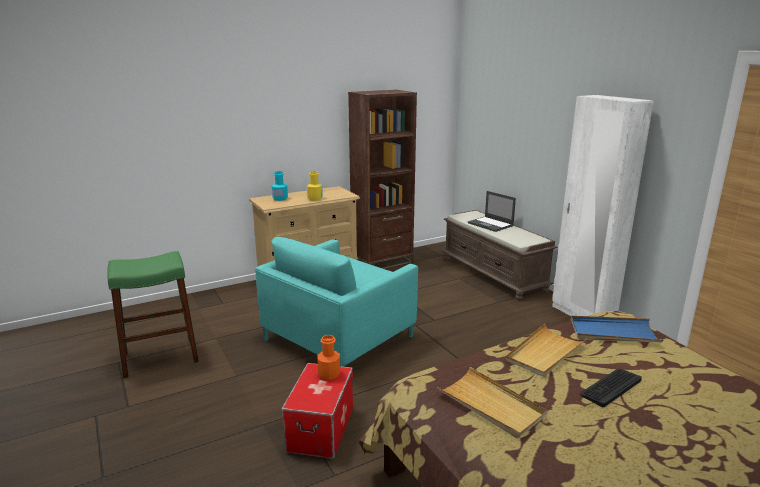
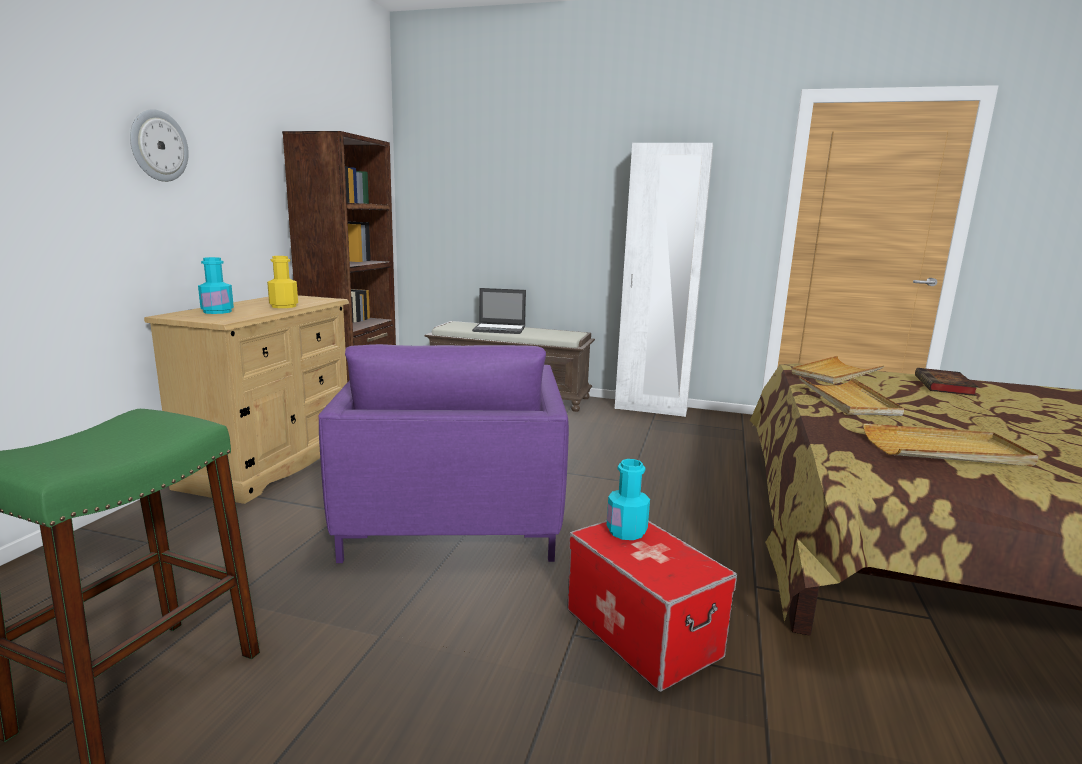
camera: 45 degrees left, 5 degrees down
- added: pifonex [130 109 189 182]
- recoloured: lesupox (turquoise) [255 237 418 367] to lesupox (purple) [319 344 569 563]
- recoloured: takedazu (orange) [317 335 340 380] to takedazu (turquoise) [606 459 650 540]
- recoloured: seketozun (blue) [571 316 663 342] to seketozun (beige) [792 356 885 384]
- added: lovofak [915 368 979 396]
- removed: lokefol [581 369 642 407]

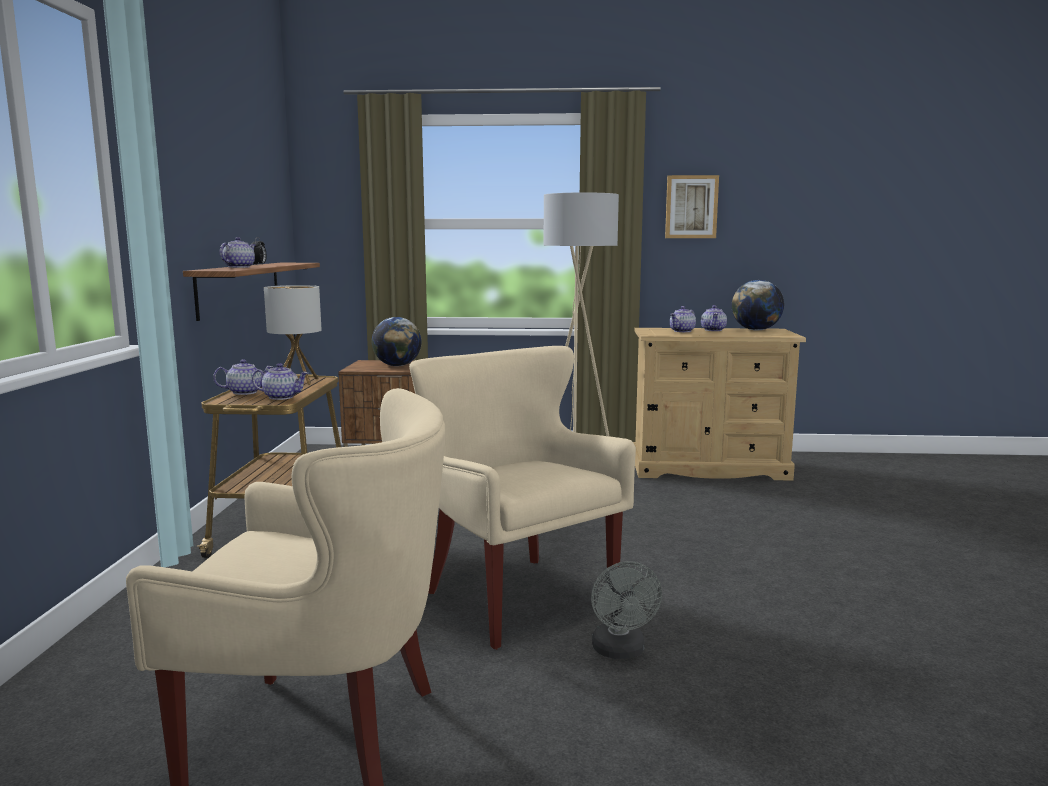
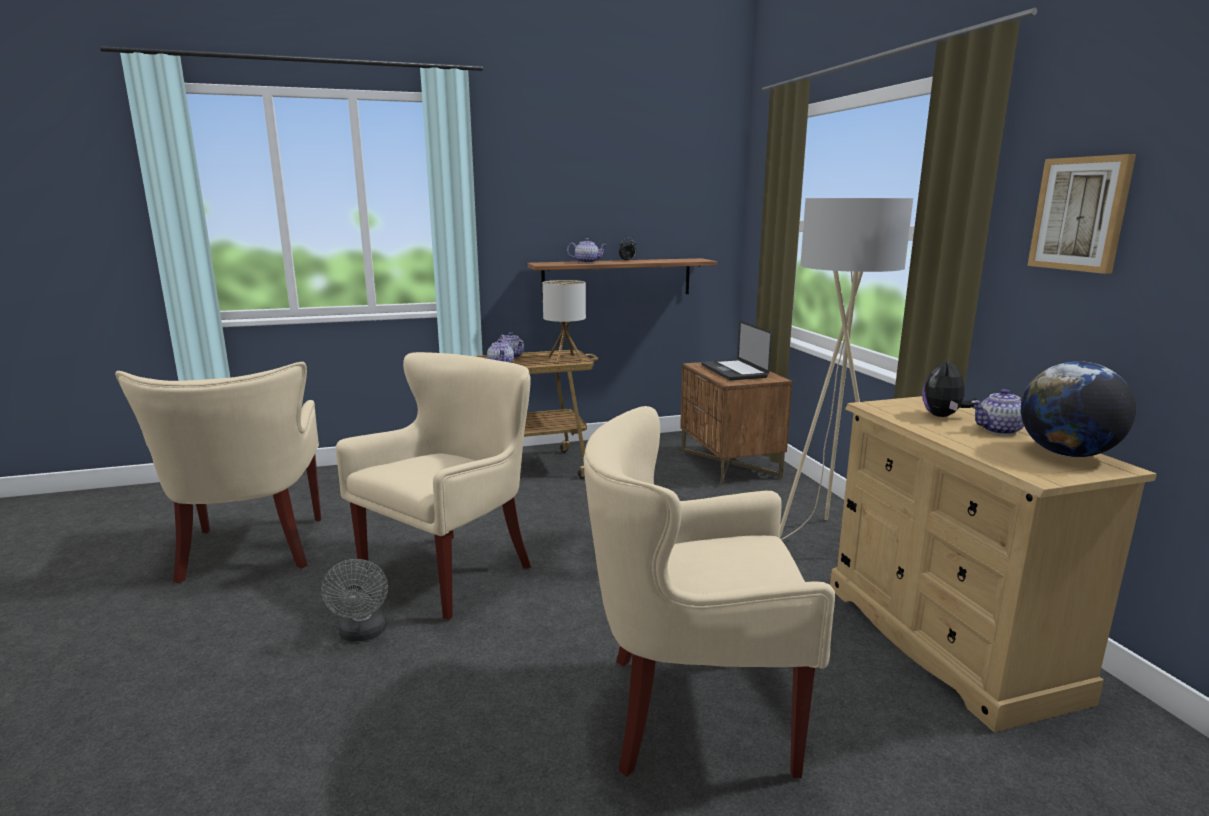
camera: 70 degrees right, 5 degrees up
- turned: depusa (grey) [591 561 662 659] = [321 559 388 642] 75 degrees counterclockwise
- added: lesupox (beige) [583 406 835 778]
- replaced: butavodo [372 317 421 366] to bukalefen [702 321 772 380]
- replaced: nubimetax [670 306 696 332] to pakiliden [922 357 977 417]

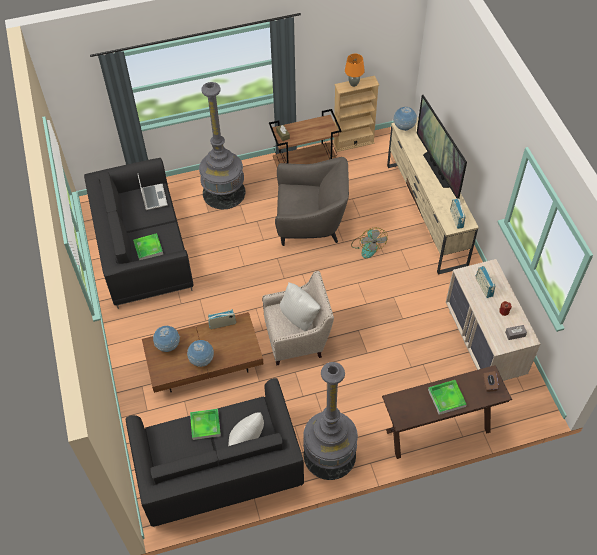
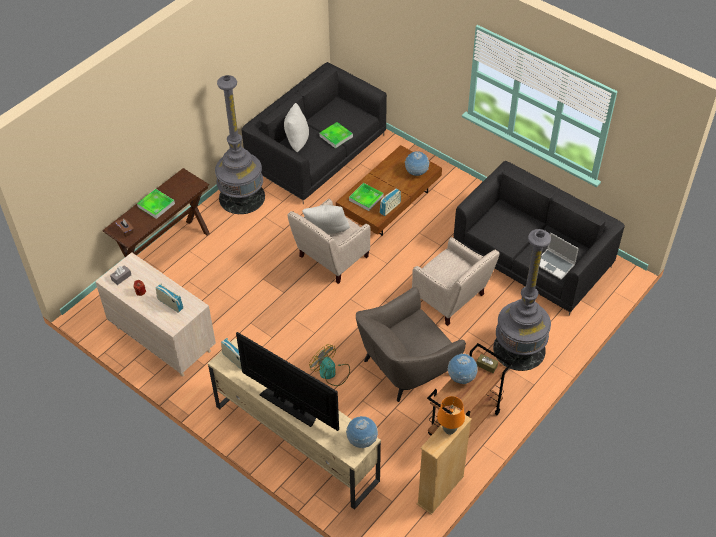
camera: 145 degrees right, 5 degrees down
- moved: seketozun [133 233 163 260] to [349 183 384 211]
- added: lesupox (beige) [412 237 500 326]
- moved: butavodo [187 340 214 367] to [447 354 478 384]

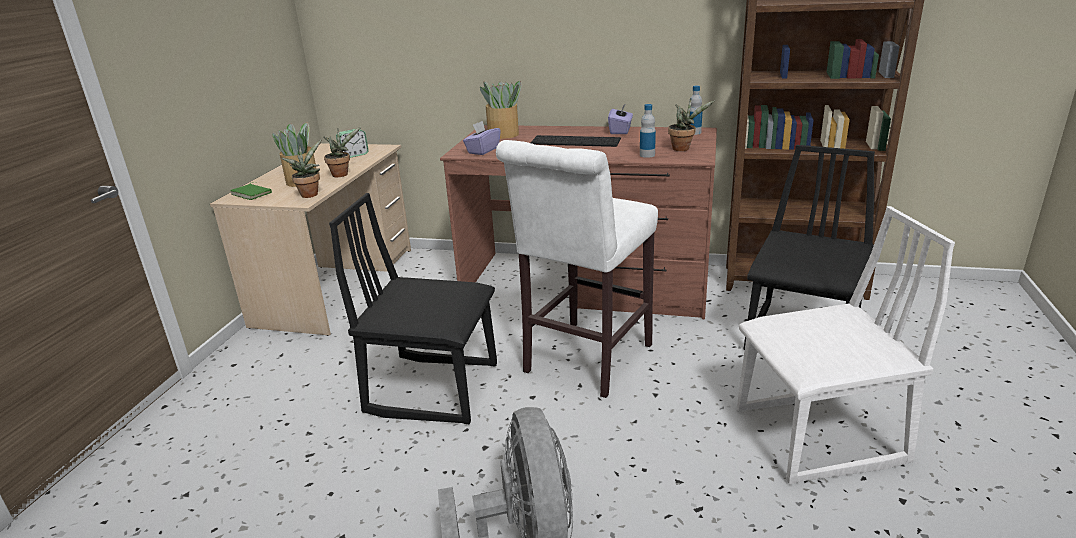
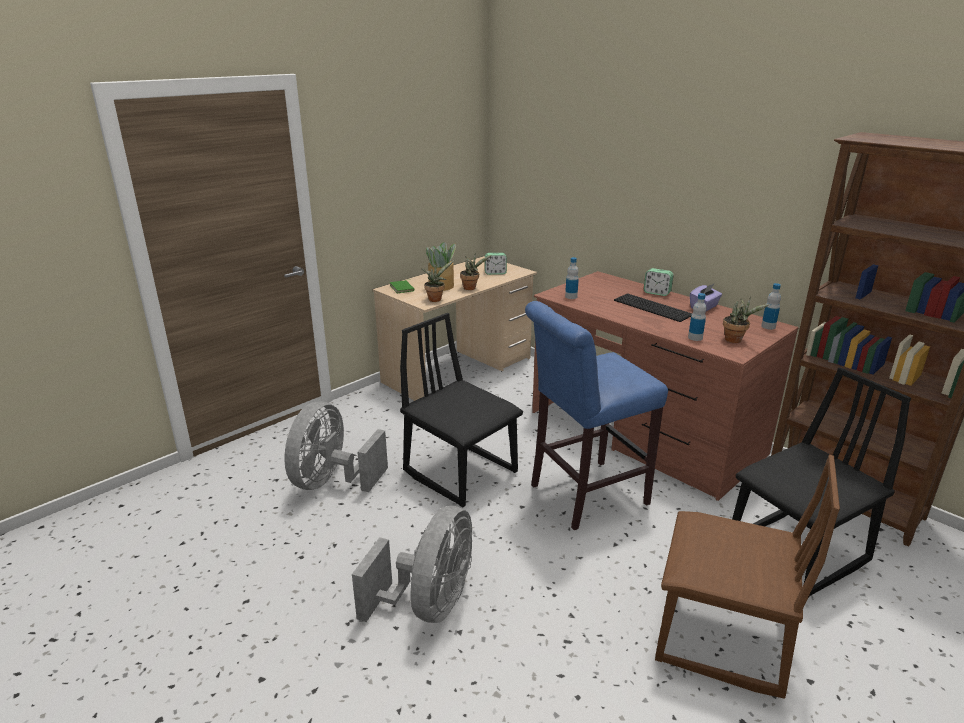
camera: 30 degrees right, 0 degrees up
- added: depusa (grey) [284 402 388 492]
- recoloured: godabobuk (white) [496 140 658 398] to godabobuk (blue) [525 301 668 530]
- replaced: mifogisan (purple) [463 121 501 155] to takedazu [565 257 579 299]
- added: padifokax [644 268 673 296]
- recoloured: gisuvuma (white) [737 206 955 484] to gisuvuma (brown) [655 455 840 699]
- removed: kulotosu [480 81 521 139]

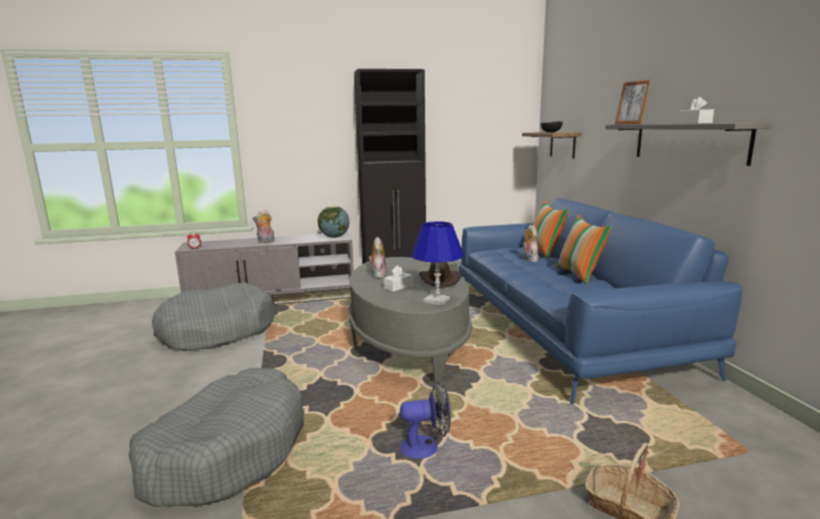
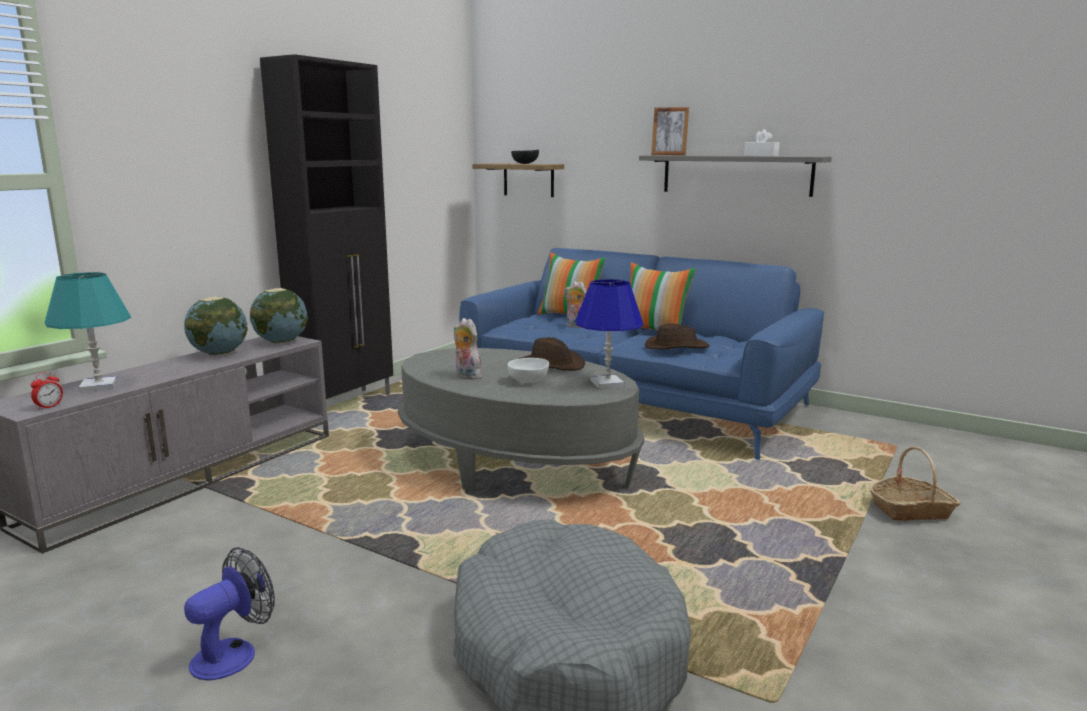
camera: 45 degrees left, 0 degrees up
- added: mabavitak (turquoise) [45 272 131 392]
- added: butavodo [184 296 248 356]
- moved: depusa [400 382 451 459] to [184 547 275 681]
- replaced: mifogisan (white) [384 265 413 292] to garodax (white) [508 358 549 383]
- added: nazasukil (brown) [645 324 710 349]
- removed: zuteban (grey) [152 283 275 351]
- removed: pakiliden [252 210 275 243]

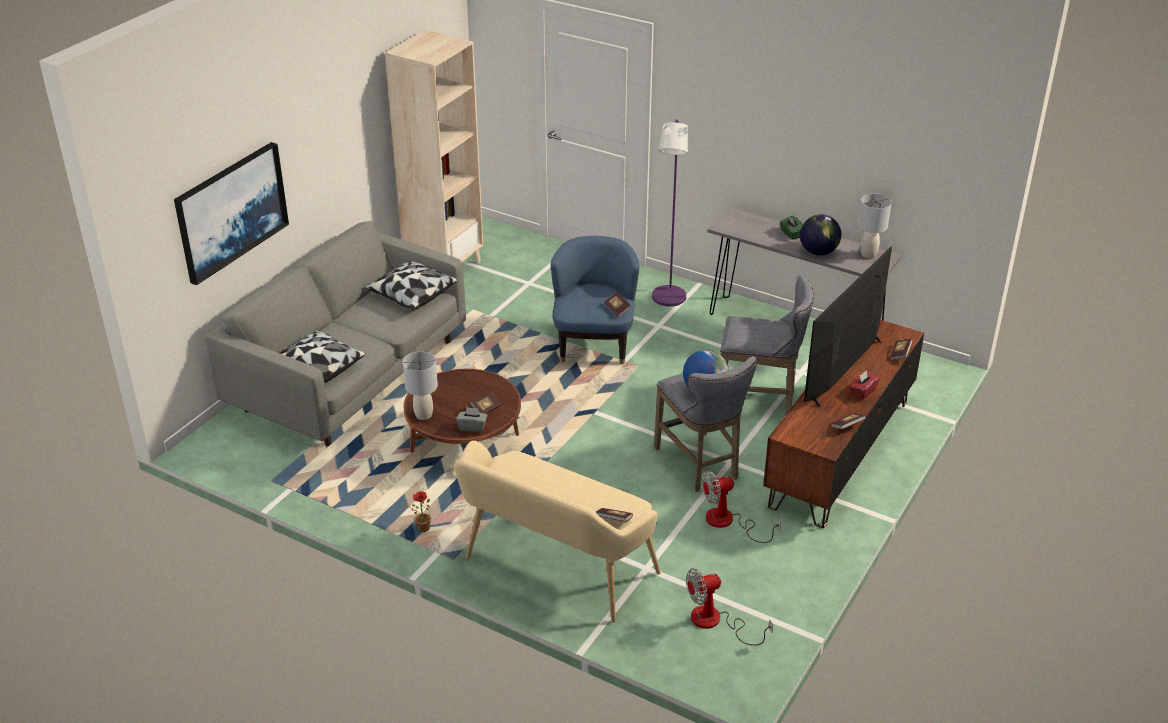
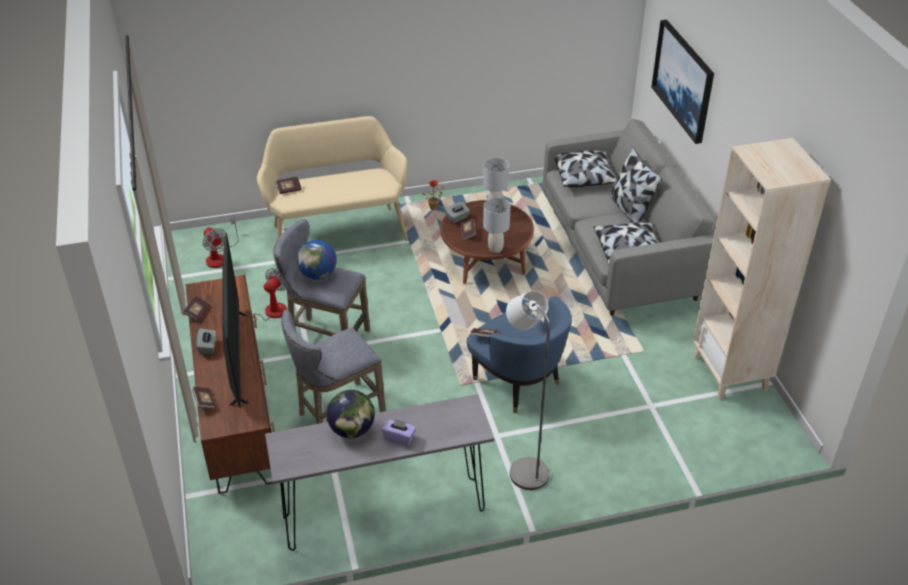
camera: 135 degrees right, 5 degrees up
- recoloured: mifogisan (red) [849 370 880 400] to mifogisan (grey) [196 328 216 355]
- turned: depusa [686 568 773 645] = [203 217 239 268] 120 degrees clockwise
- recoloured: mifogisan (green) [780 215 804 240] to mifogisan (purple) [382 418 416 446]
- moved: mabavitak (grey) [858 194 892 259] to [483 198 511 253]
- recoloured: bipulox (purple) [652 119 688 307] to bipulox (grey) [506 291 550 490]
- added: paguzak [609 147 662 223]

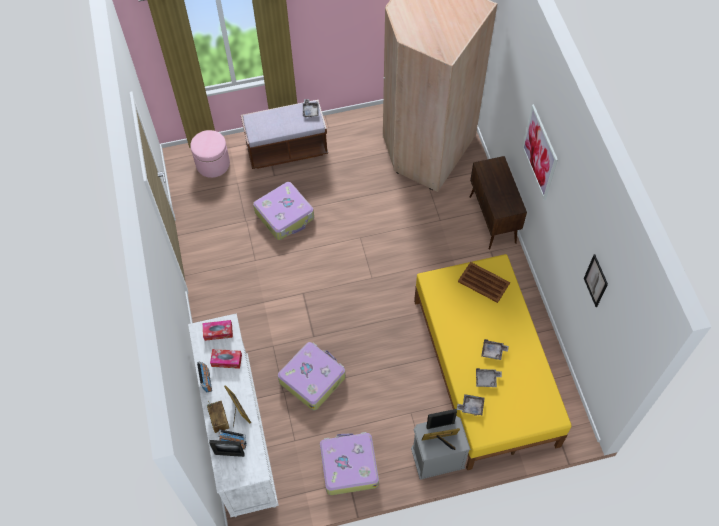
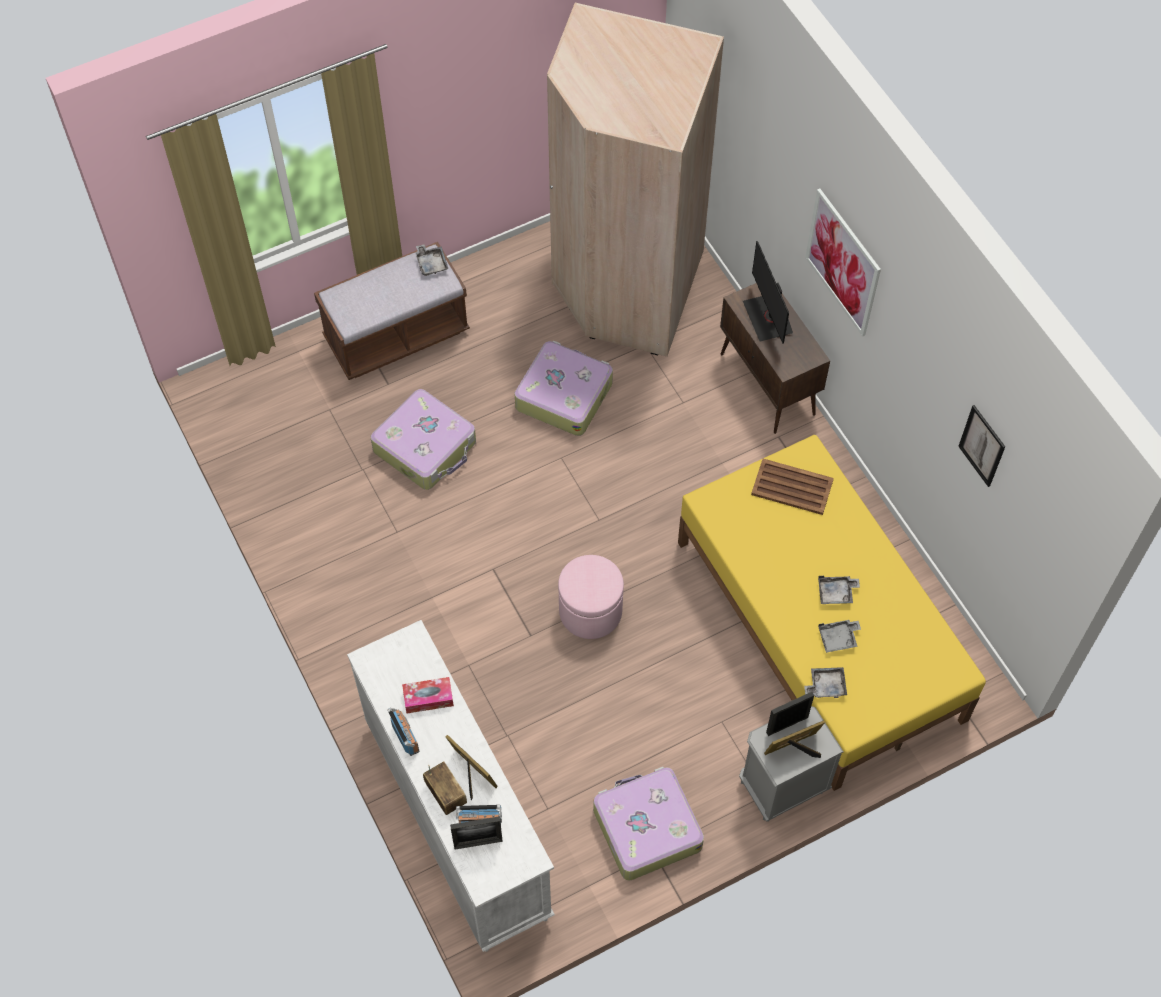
camera: 15 degrees left, 0 degrees up
- moved: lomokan [278 342 346 410] to [514 341 613 436]
- moved: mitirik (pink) [190 130 230 178] to [558 555 624 639]
- added: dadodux [743 241 793 344]
- removed: mifogisan [203 320 233 341]

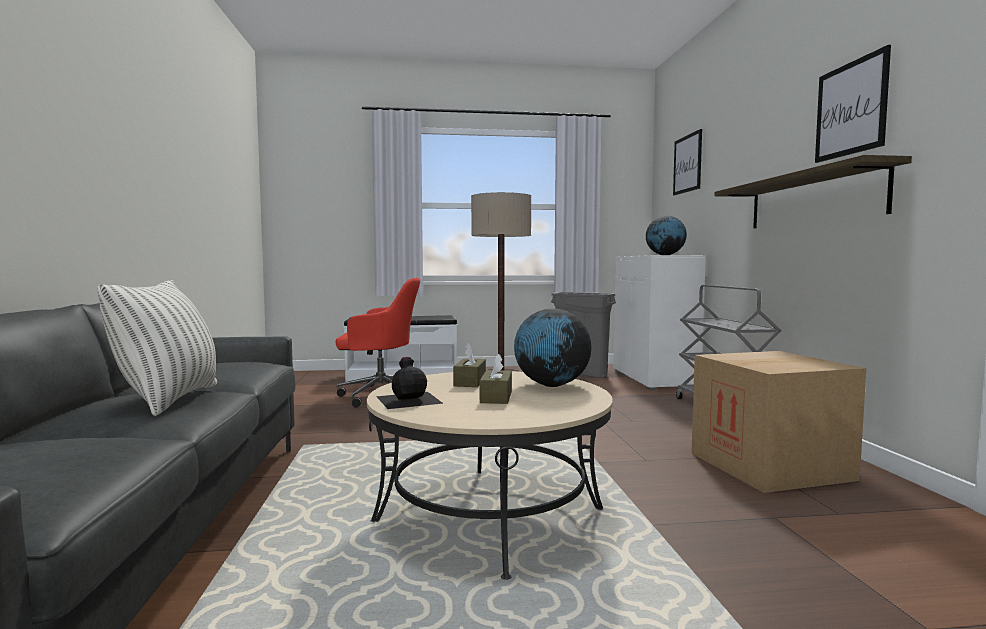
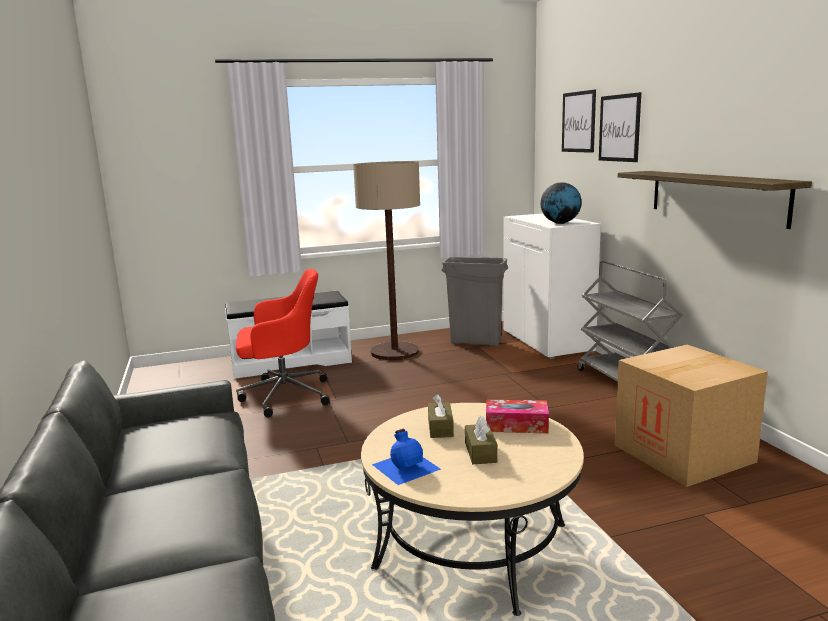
camera: 10 degrees left, 10 degrees up
- recoloured: takedazu (black) [376 357 444 409] to takedazu (blue) [372 429 441 485]
- replaced: butavodo [514 309 592 387] to mifogisan [486 400 549 433]
- moved: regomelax [815 45 891 163] to [599 92 641 162]
- removed: paguzak [98 280 217 416]

